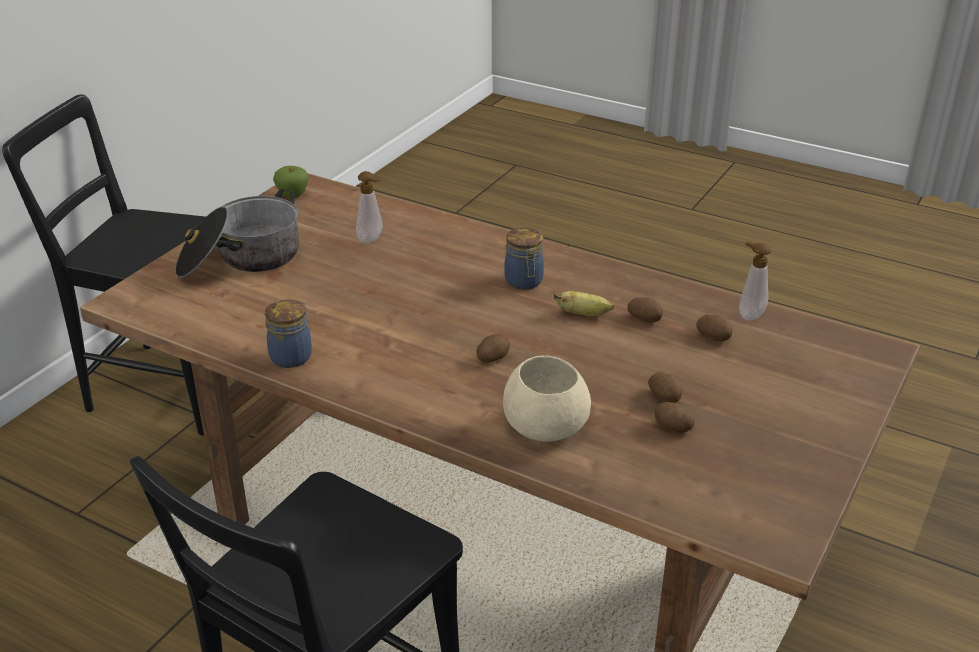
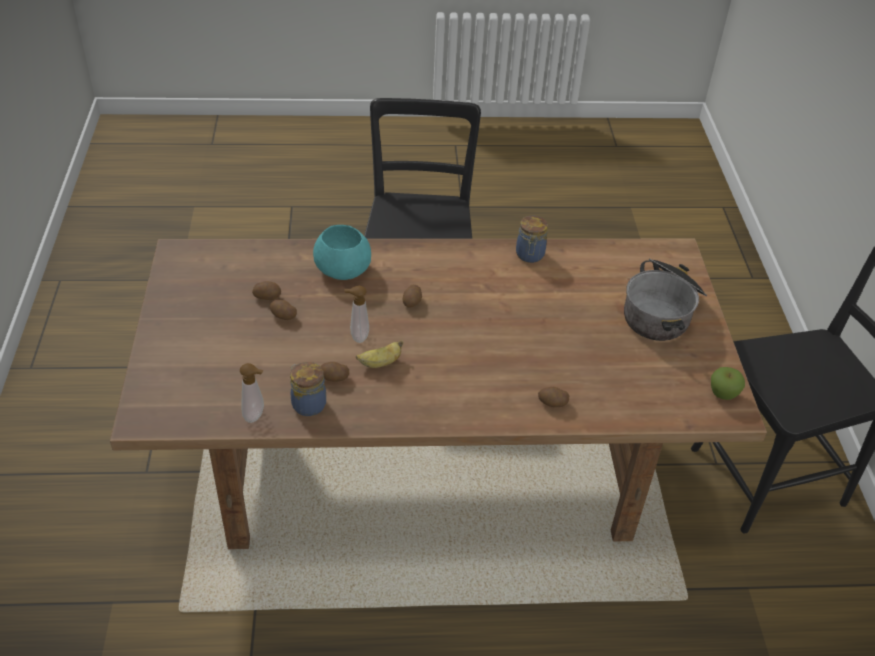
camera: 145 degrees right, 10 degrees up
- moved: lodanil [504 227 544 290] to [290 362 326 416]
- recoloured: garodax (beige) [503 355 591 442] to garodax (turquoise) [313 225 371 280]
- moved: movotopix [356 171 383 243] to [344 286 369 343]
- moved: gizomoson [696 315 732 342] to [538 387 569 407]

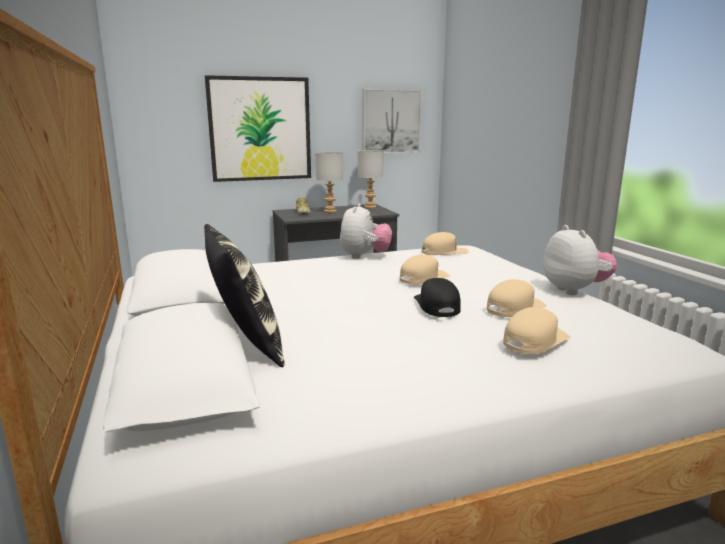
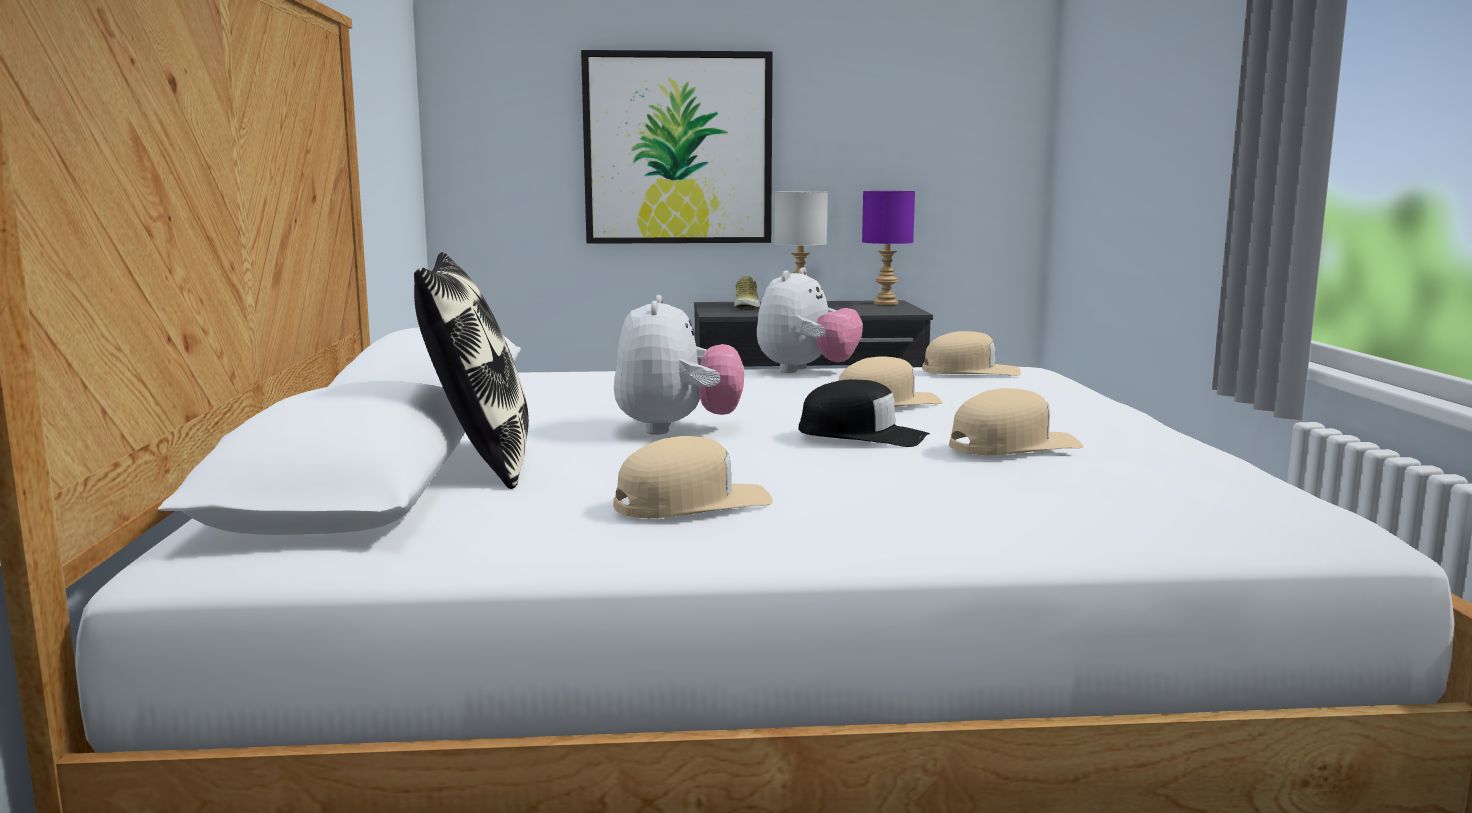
camera: 15 degrees right, 5 degrees down
- moved: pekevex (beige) [503 307 570 354] to [613 436 773 518]
- moved: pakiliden [543 225 617 295] to [614 295 744 435]
- turned: pekevex (black) [414 278 461 317] = [798 379 930 447] 105 degrees clockwise
- recoloured: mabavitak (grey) [358 150 384 208] to mabavitak (purple) [862 191 915 305]
- removed: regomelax [362 89 422 154]

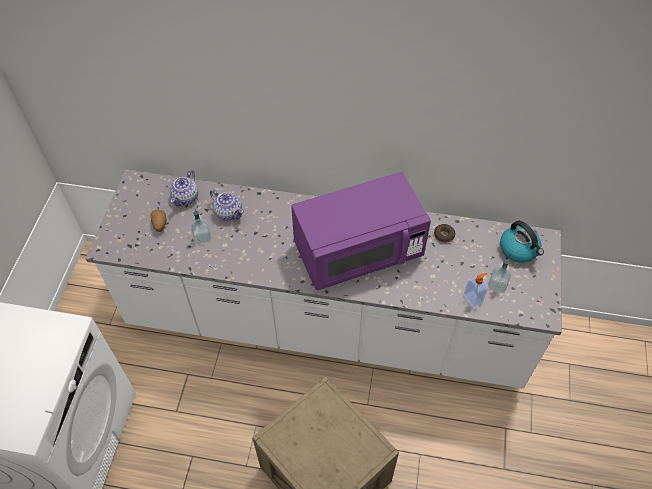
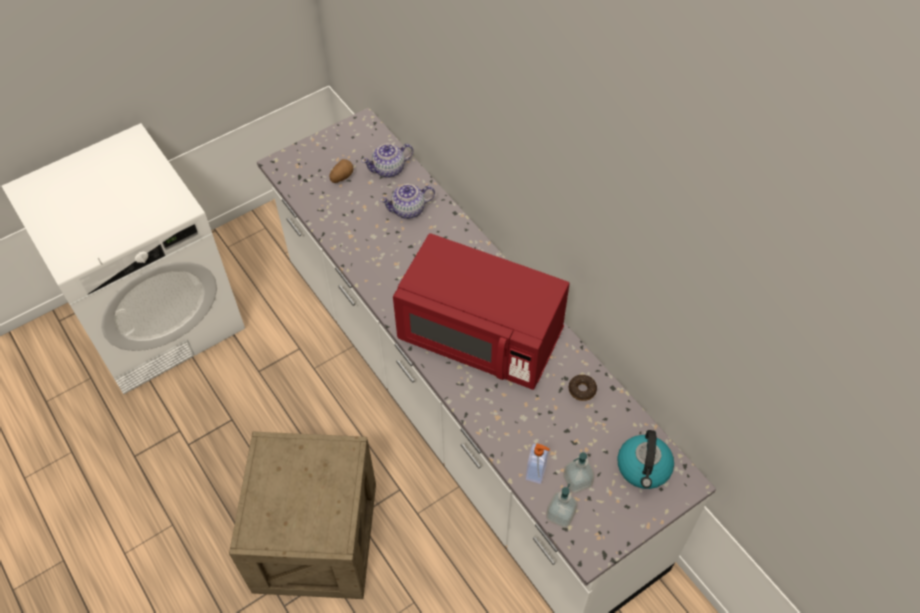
camera: 45 degrees right, 0 degrees up
- turned: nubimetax [210 190 244 221] = [380 184 435 219] 75 degrees clockwise
- recoloured: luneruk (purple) [291 172 431 290] to luneruk (red) [393 233 569 390]
- moved: movotopix [190 209 212 244] to [546 483 578 528]

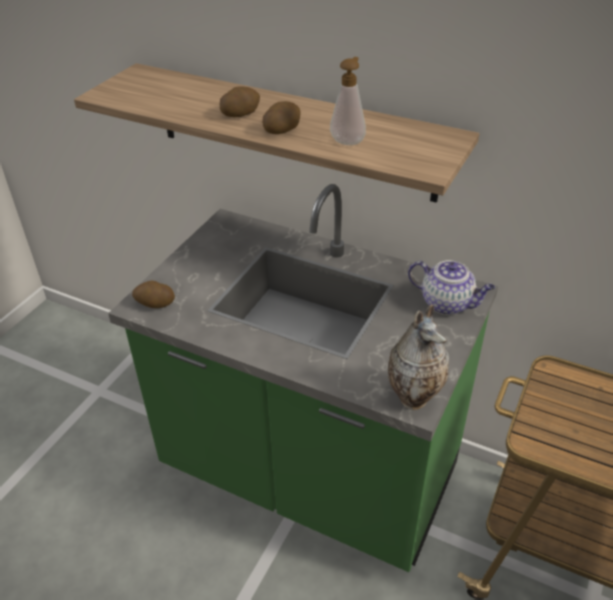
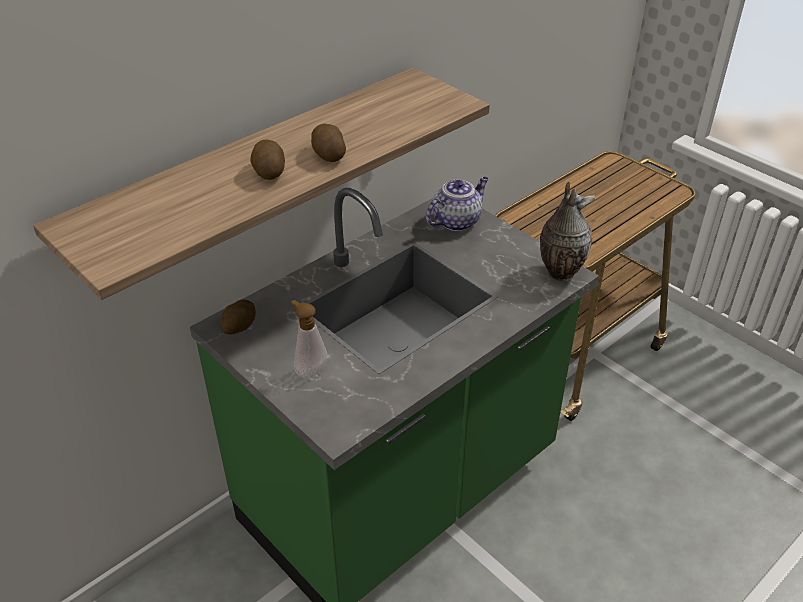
camera: 70 degrees left, 0 degrees up
- moved: gizomoson [132 280 175 308] to [220 300 256 335]
- moved: movotopix [330 57 366 145] to [291 300 327 378]

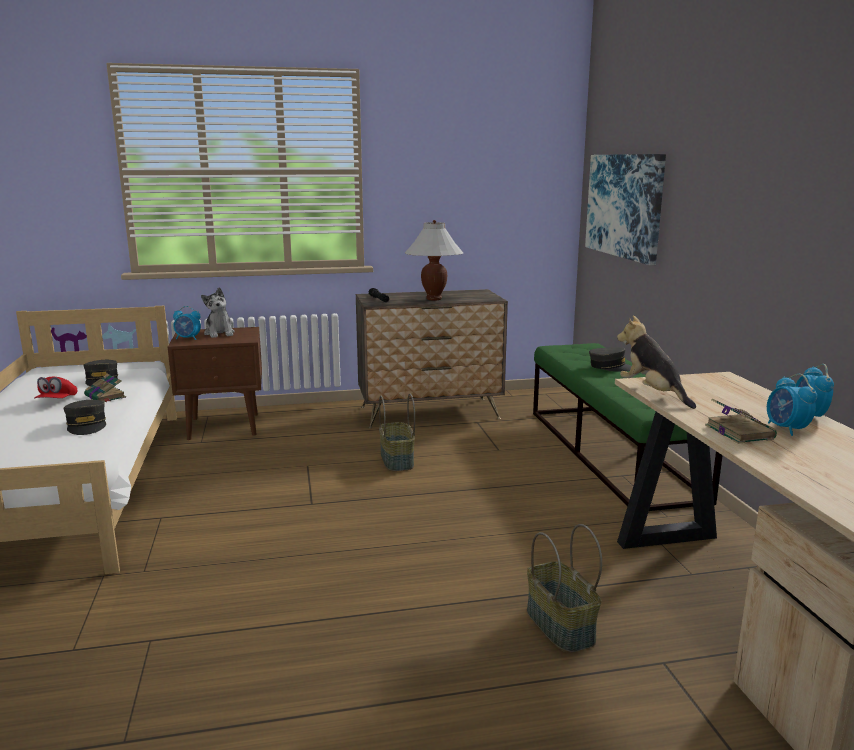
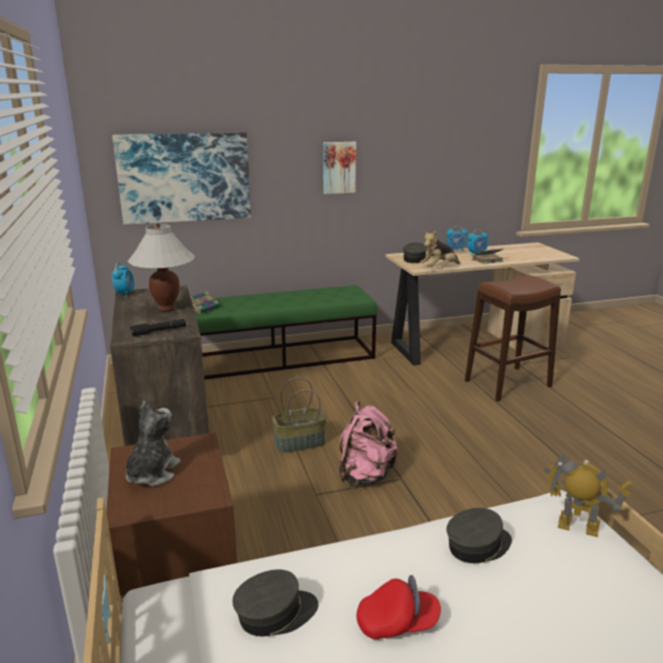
camera: 95 degrees left, 5 degrees up
- moved: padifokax [173 306 201 340] to [112 262 134 297]
- turned: pakiliden [201 287 235 338] = [126 401 181 486] 45 degrees counterclockwise
- moved: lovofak [84 374 126 402] to [190 291 220 313]
- added: regomelax [323 142 356 194]
- added: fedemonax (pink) [339 401 398 486]
- moved: pekevex (grey) [589 347 632 372] to [403 242 427 263]
- replaced: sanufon [527 524 602 653] to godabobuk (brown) [465 275 561 402]
- added: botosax [544 451 632 537]

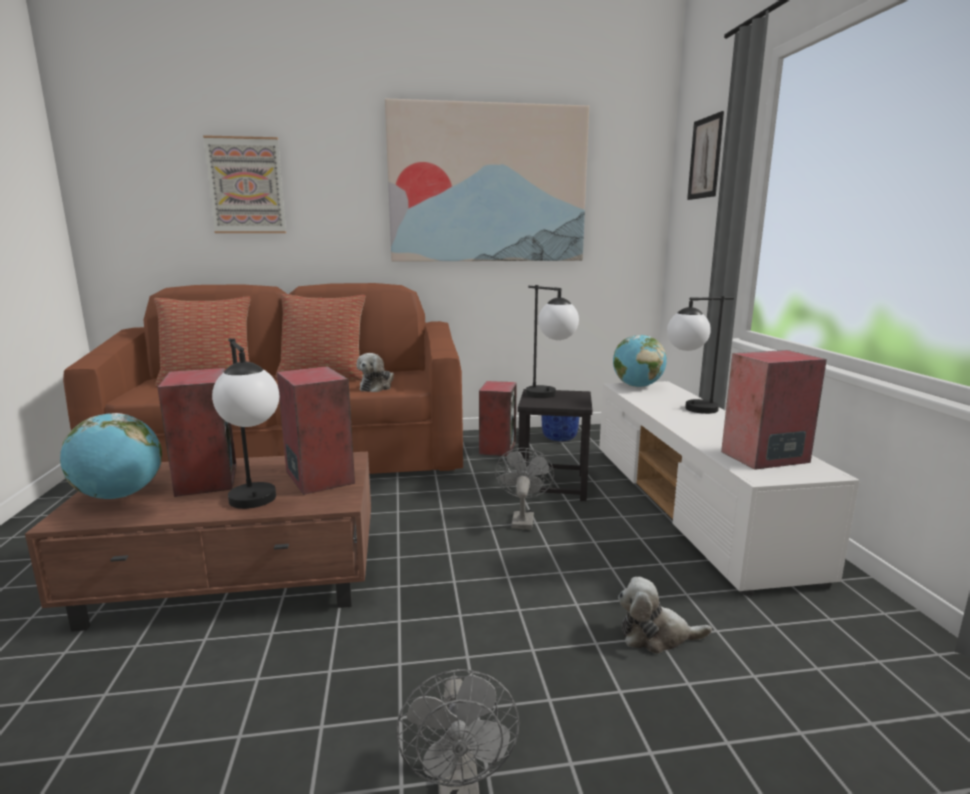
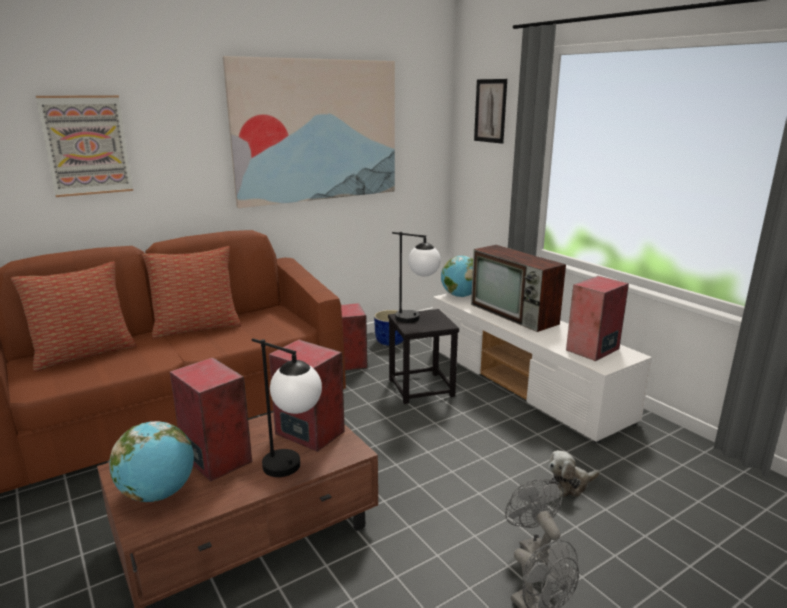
camera: 25 degrees left, 5 degrees up
- replaced: mabavitak [667 296 734 414] to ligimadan [471 245 566 332]
- moved: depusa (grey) [495 448 554 530] to [505 479 564 565]
- removed: pakiliden [357 353 394 392]

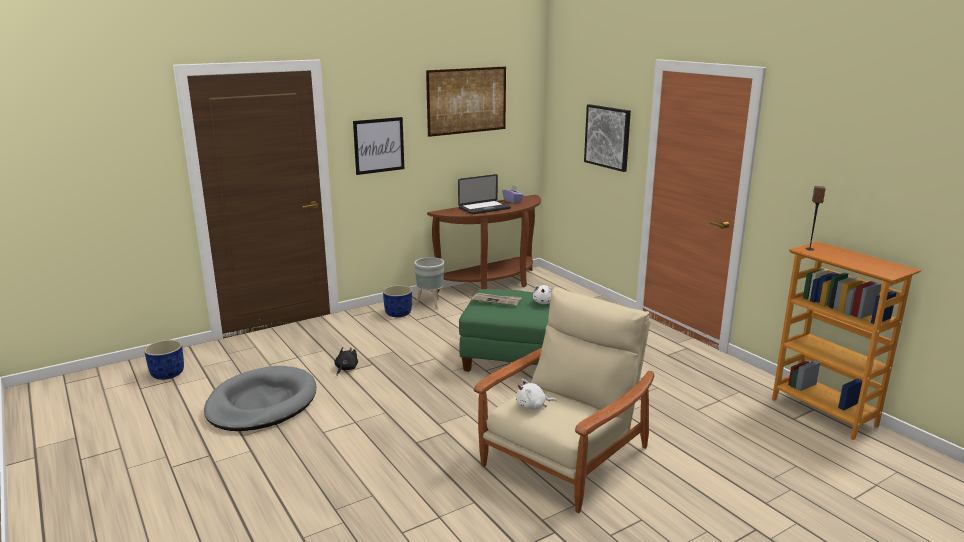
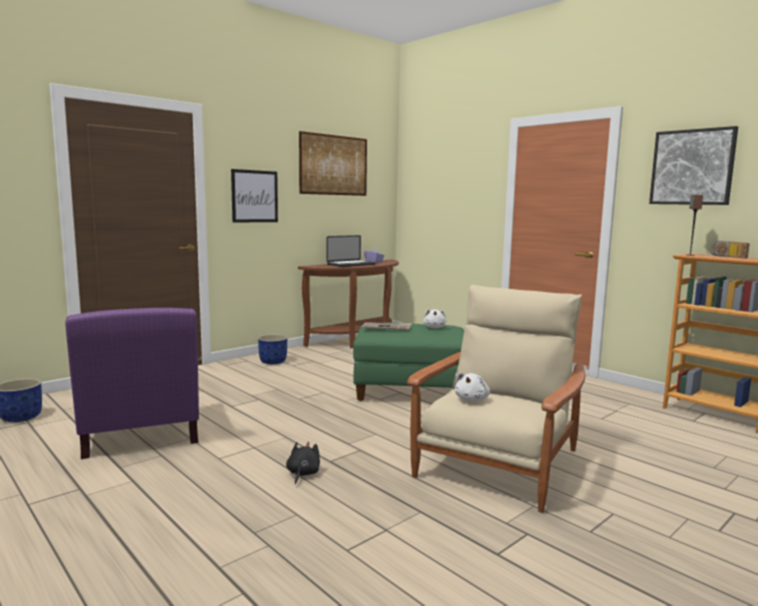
camera: 10 degrees left, 10 degrees down
- replaced: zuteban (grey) [204 366 316 431] to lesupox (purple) [65 308 199 459]
- moved: pakiliden (black) [334 347 358 375] to [286 442 320 484]
- turned: pakiliden (white) [516 379 557 410] = [455 372 490 401] 45 degrees counterclockwise
- moved: regomelax [584 104 631 172] to [649 126 738 205]
- added: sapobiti [711 241 750 259]
- removed: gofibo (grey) [414 257 444 309]

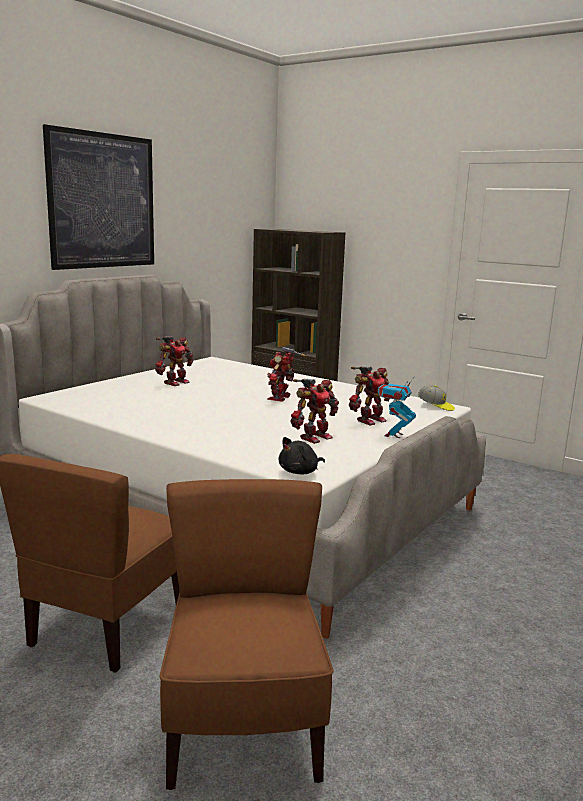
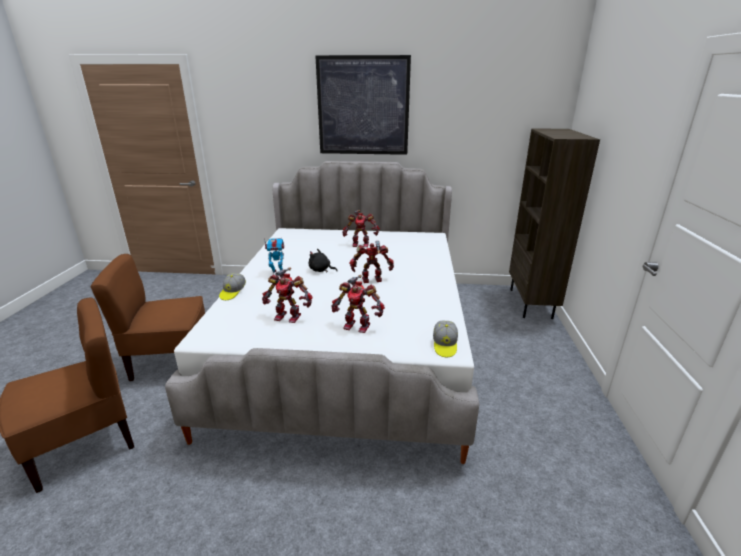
camera: 60 degrees right, 10 degrees up
- added: pekevex [219 273 246 300]
- moved: botosax [377 376 416 438] to [264 238 284 275]
- moved: pakiliden (black) [279 437 325 474] to [308 249 338 272]

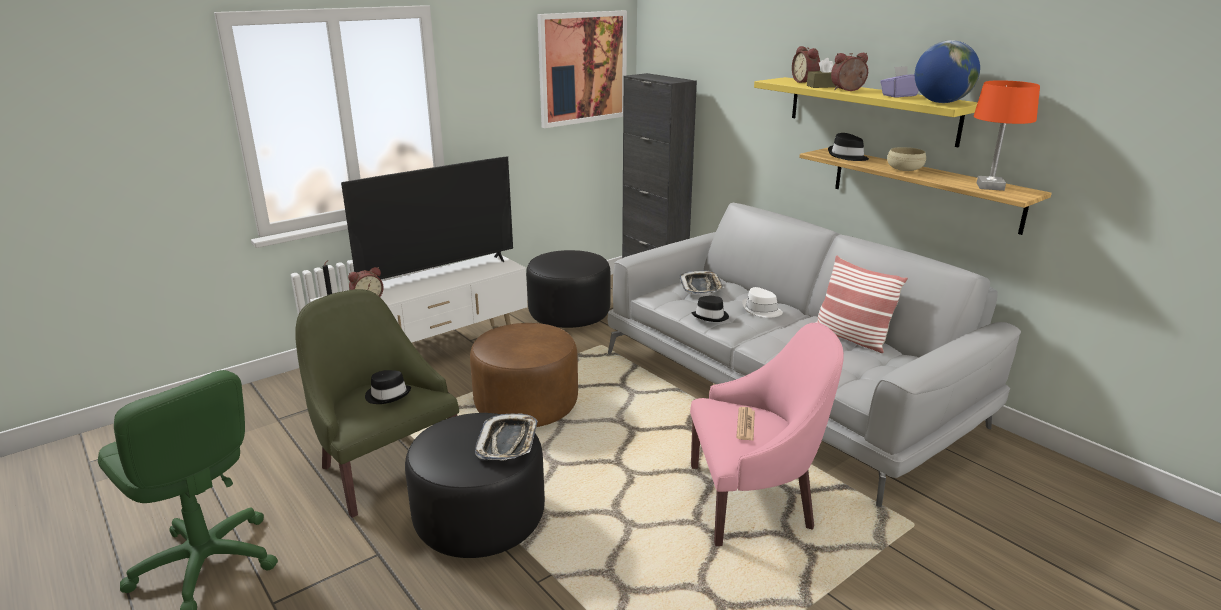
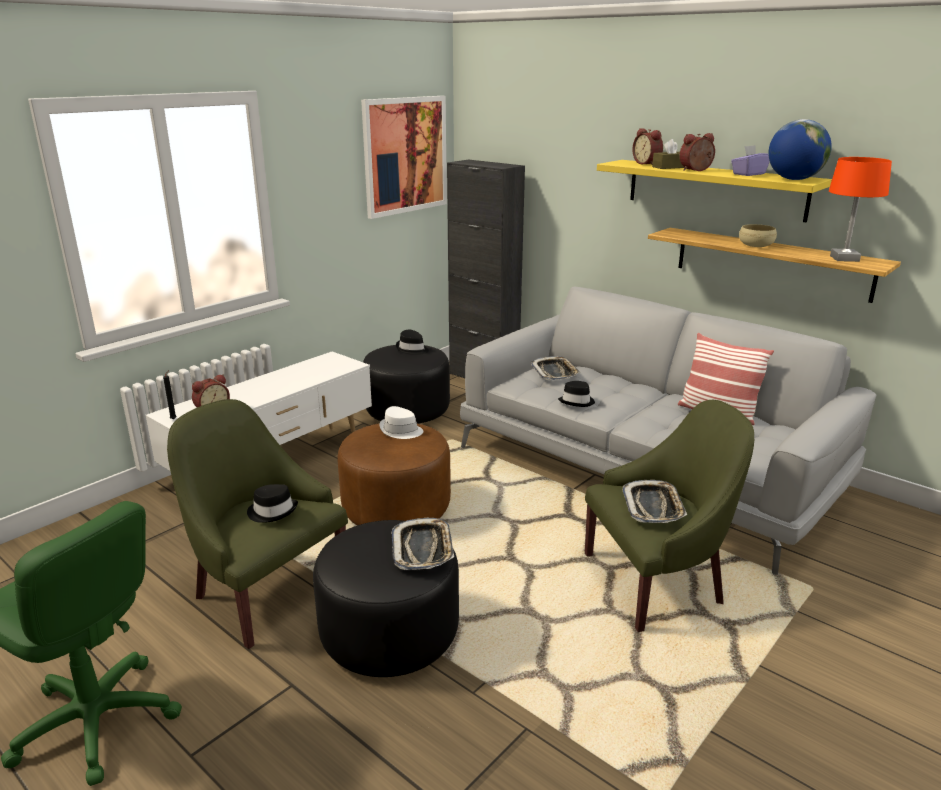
camera: 10 degrees left, 0 degrees up
- moved: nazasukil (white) [742 287 783 318] to [379 406 423 439]
- moved: nazasukil (black) [828 133 869 161] to [396 330 429 355]
- recoloured: lesupox (pink) [690 323 844 546] to lesupox (green) [585 400 754 632]
- replaced: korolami [736 407 755 441] to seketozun [623 480 687 523]
- removed: ligimadan [341 156 513 279]

